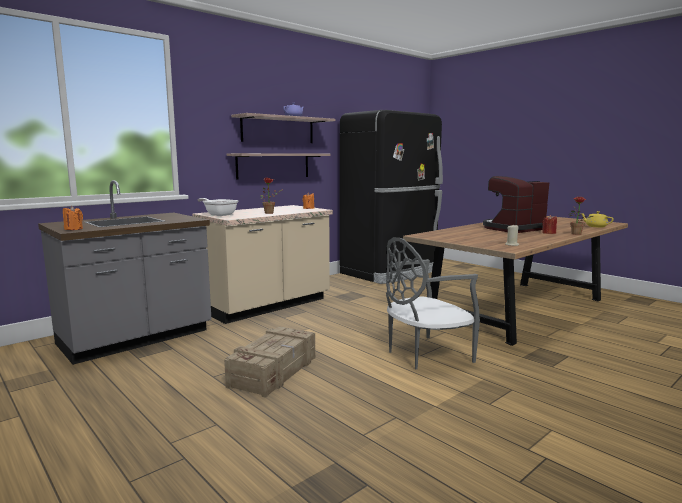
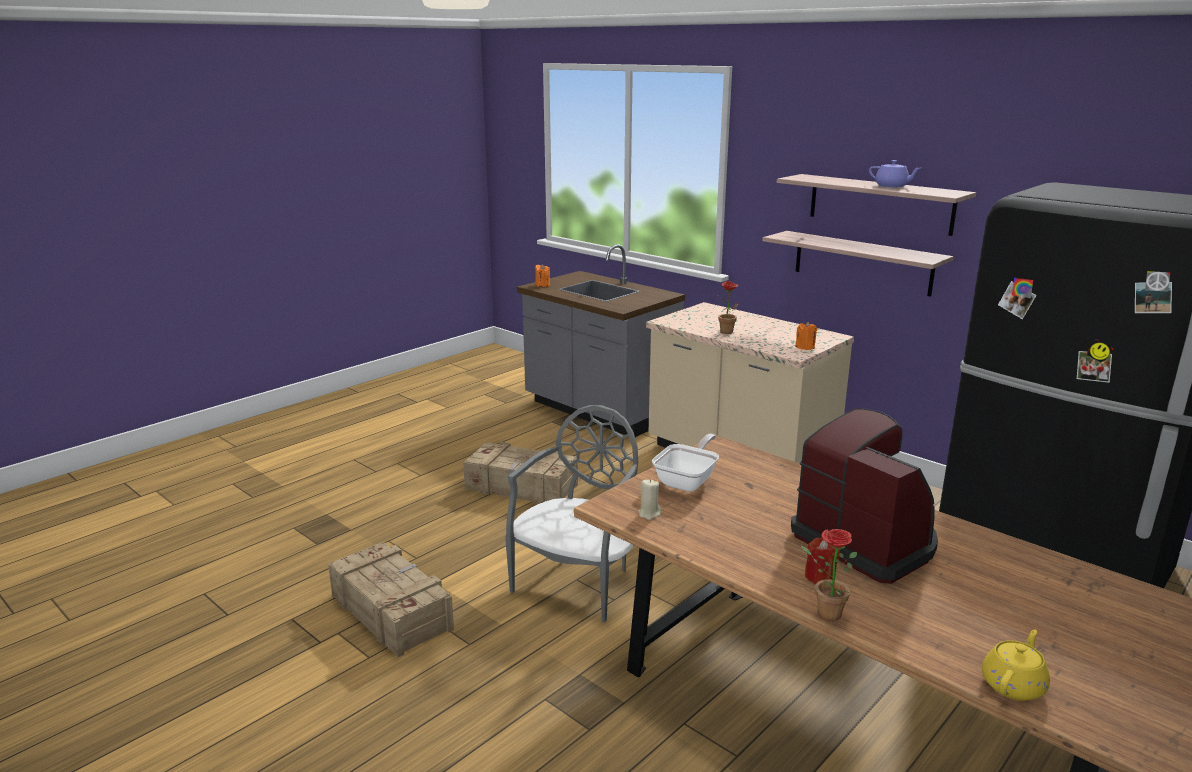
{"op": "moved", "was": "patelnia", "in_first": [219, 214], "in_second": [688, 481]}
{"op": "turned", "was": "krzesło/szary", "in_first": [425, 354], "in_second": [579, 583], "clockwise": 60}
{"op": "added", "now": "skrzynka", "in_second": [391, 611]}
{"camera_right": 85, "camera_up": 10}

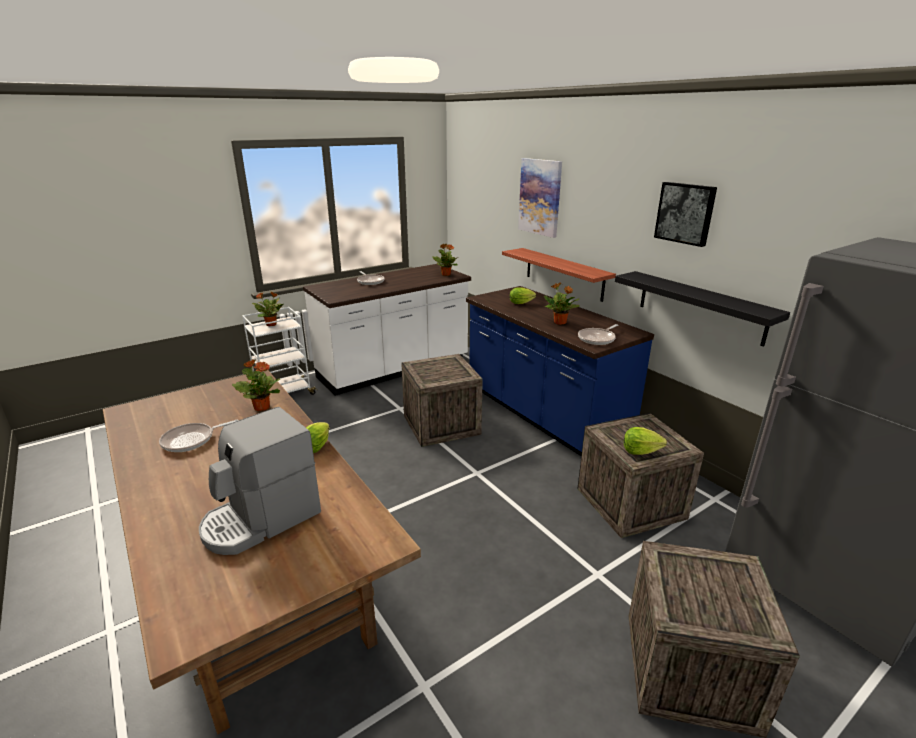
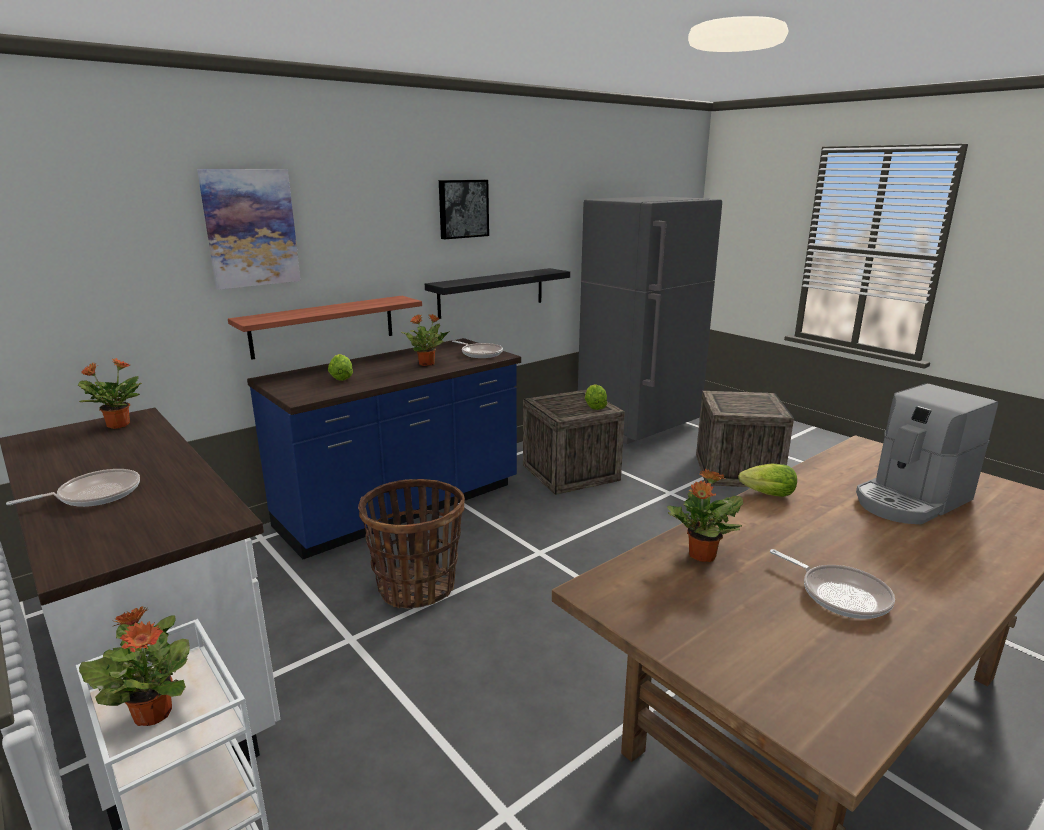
{"op": "turned", "was": "ekspres do kawy", "in_first": [261, 520], "in_second": [911, 500], "clockwise": 105}
{"op": "replaced", "was": "skrzynka", "now": "koszyk", "in_first": [441, 425], "in_second": [417, 587]}
{"camera_right": -95, "camera_up": -5}

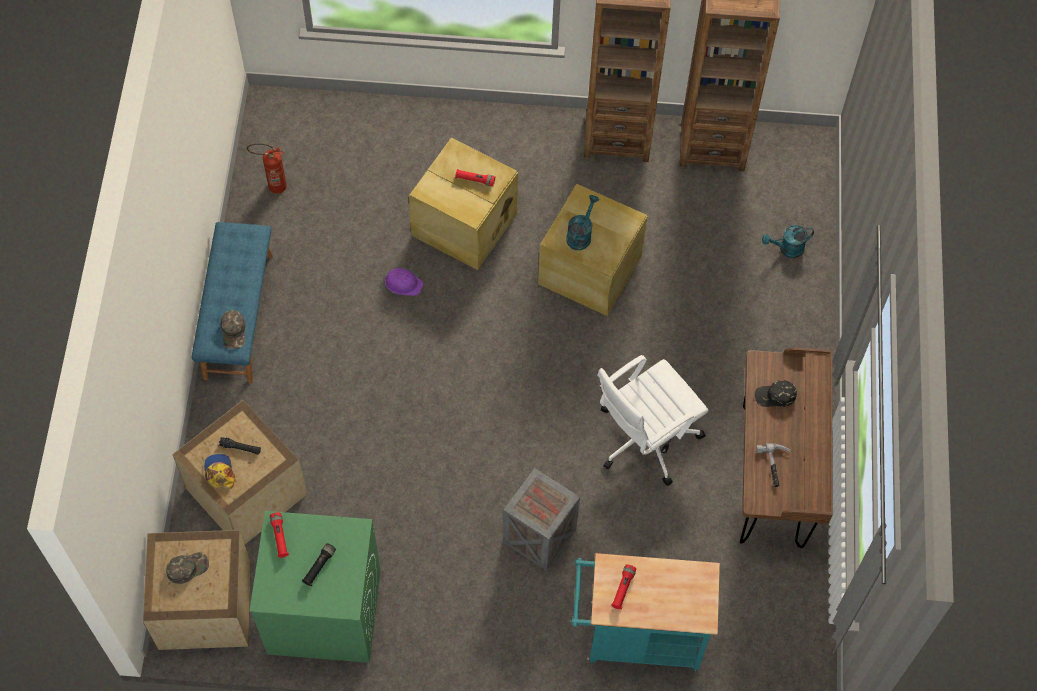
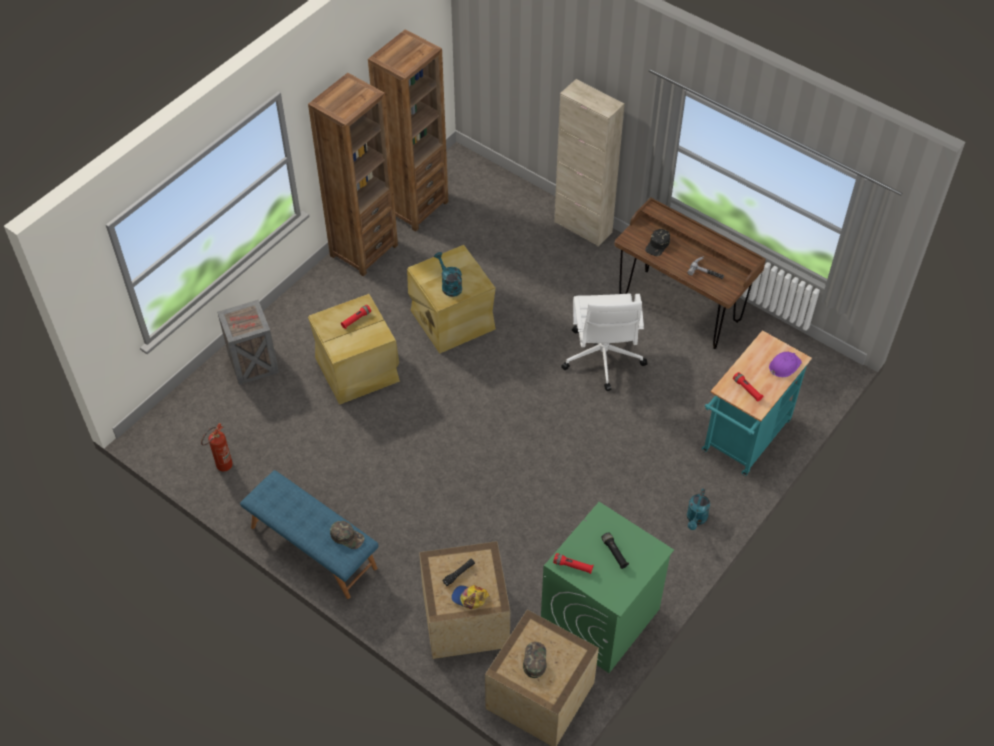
{"op": "moved", "was": "kask/fioletowy", "in_first": [403, 283], "in_second": [784, 365]}
{"op": "moved", "was": "skrzynka", "in_first": [539, 534], "in_second": [252, 363]}
{"op": "moved", "was": "konewka/turkusowy", "in_first": [787, 249], "in_second": [696, 519]}
{"op": "added", "now": "szafka/beżowy", "in_second": [583, 227]}
{"camera_right": -55, "camera_up": -10}

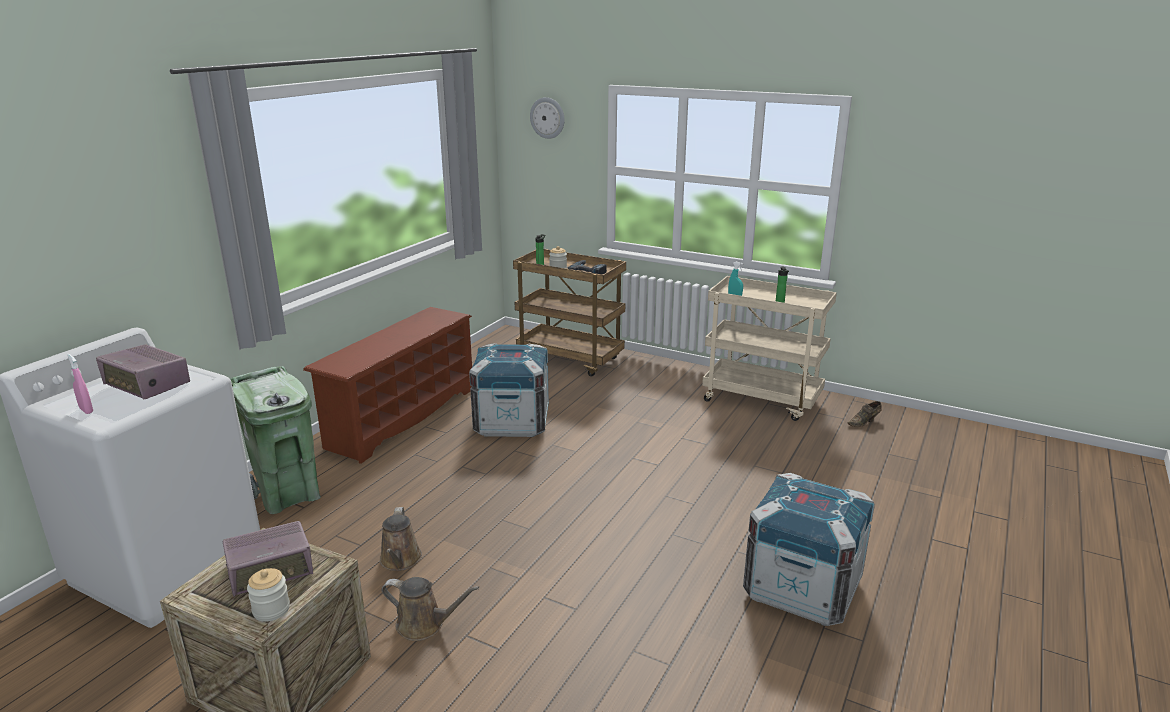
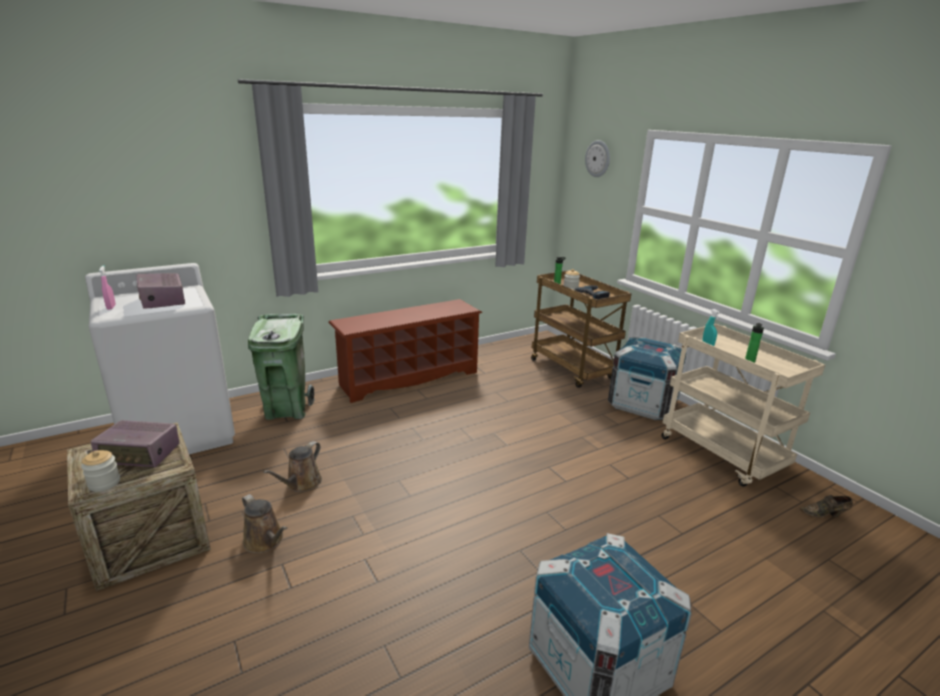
{"op": "moved", "was": "skrzynka", "in_first": [512, 422], "in_second": [642, 404]}
{"camera_right": 30, "camera_up": 0}

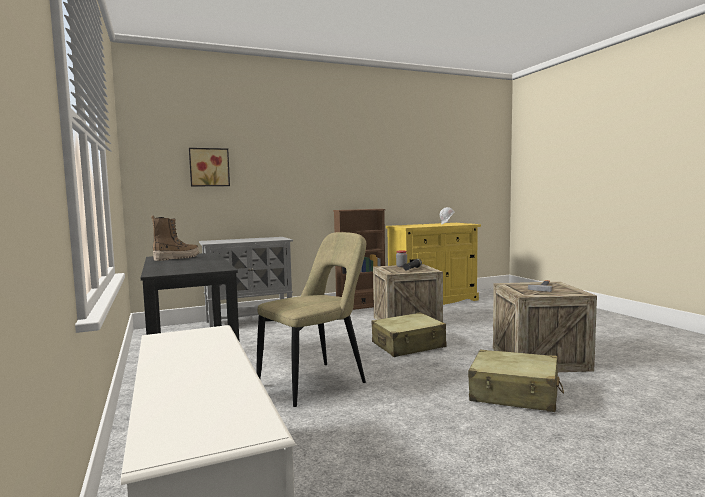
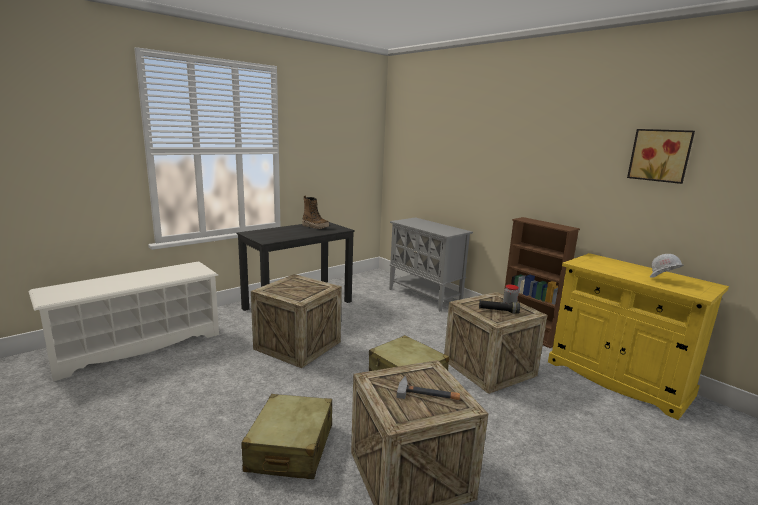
{"op": "moved", "was": "obraz", "in_first": [209, 167], "in_second": [660, 155]}
{"op": "replaced", "was": "krzesło/beżowy", "now": "skrzynka", "in_first": [316, 383], "in_second": [297, 345]}
{"camera_right": 70, "camera_up": 10}

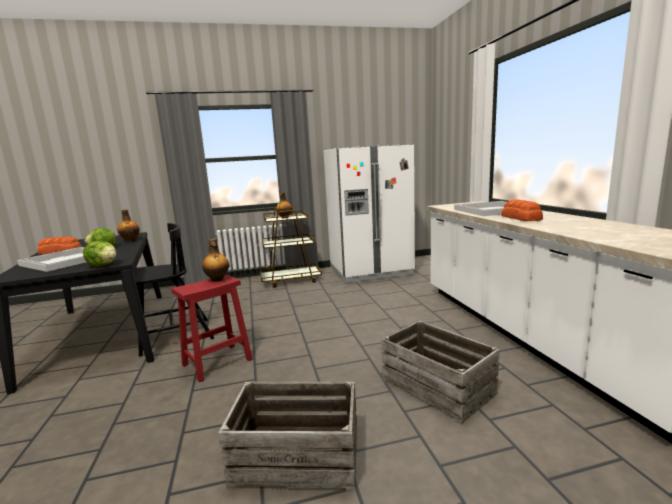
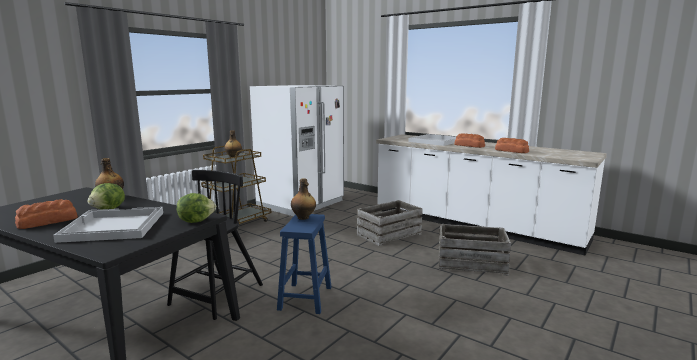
{"op": "recoloured", "was": "stołek/czerwony", "now": "stołek/niebieski", "in_first": [218, 361], "in_second": [305, 297]}
{"op": "moved", "was": "skrzynka", "in_first": [296, 457], "in_second": [389, 234]}
{"op": "added", "now": "chleb", "in_second": [512, 151]}
{"camera_right": -40, "camera_up": 0}

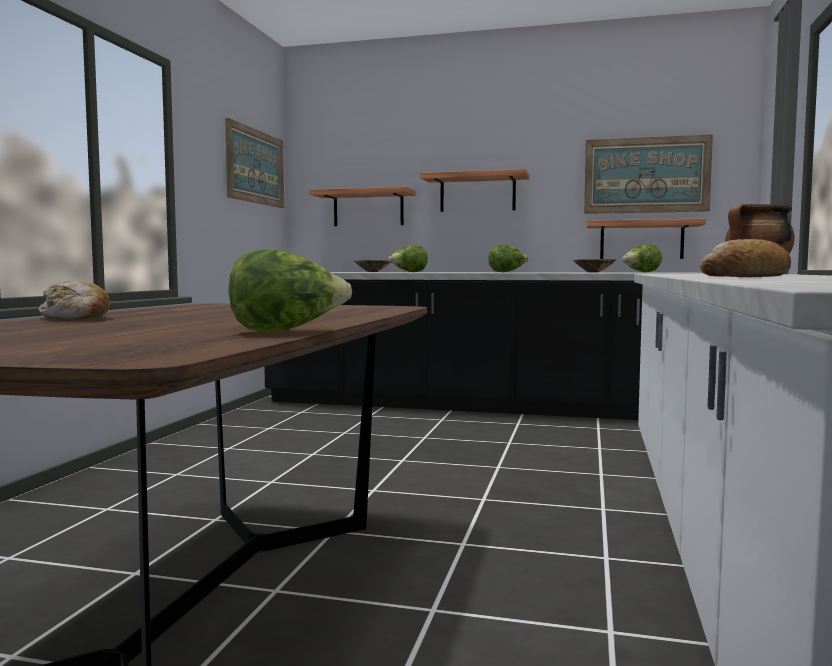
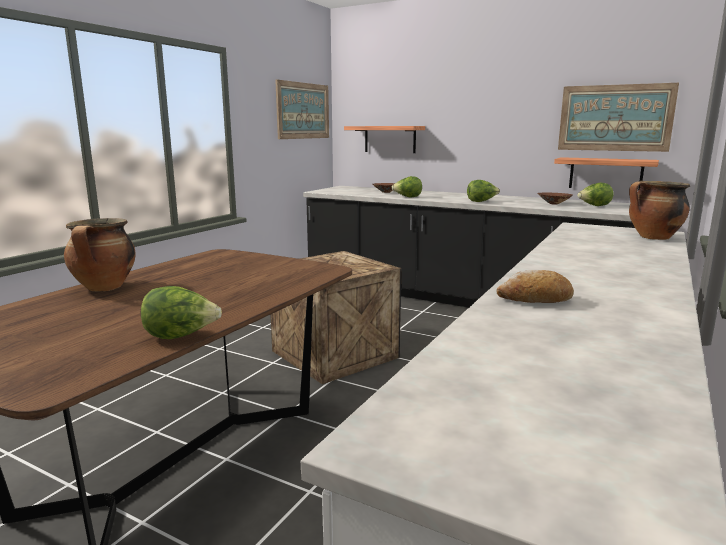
{"op": "replaced", "was": "chleb", "now": "garnek", "in_first": [77, 318], "in_second": [105, 288]}
{"op": "removed", "was": "półka", "in_first": [477, 193]}
{"op": "added", "now": "skrzynka", "in_second": [335, 353]}
{"camera_right": 15, "camera_up": 10}

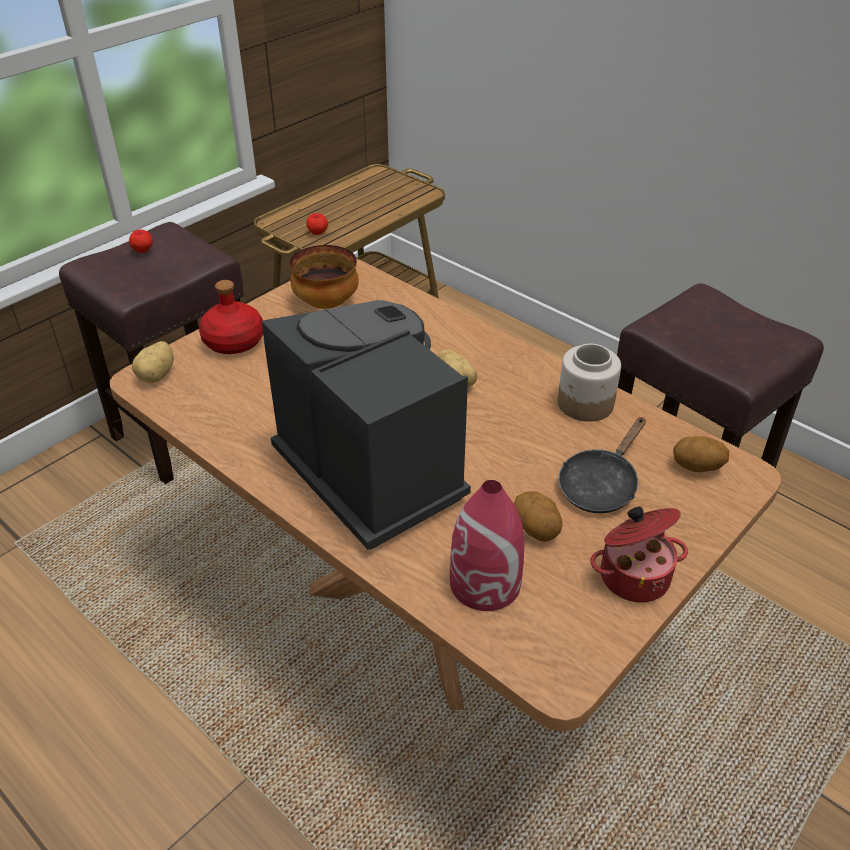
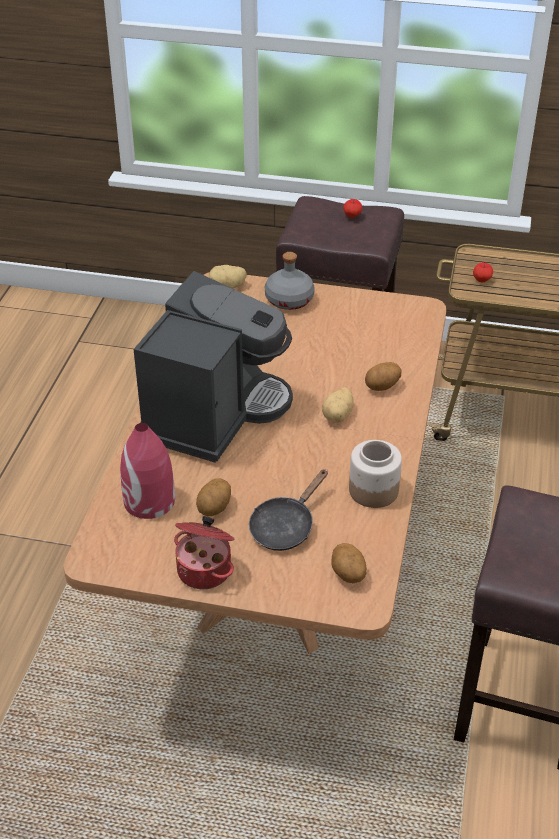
{"op": "recoloured", "was": "butelka/czerwony", "now": "butelka/szary", "in_first": [234, 341], "in_second": [289, 300]}
{"op": "removed", "was": "miska", "in_first": [327, 303]}
{"op": "turned", "was": "patelnia/czarny", "in_first": [600, 485], "in_second": [285, 526], "clockwise": -60}
{"op": "added", "now": "ziemniak", "in_second": [382, 387]}
{"camera_right": 60, "camera_up": 0}

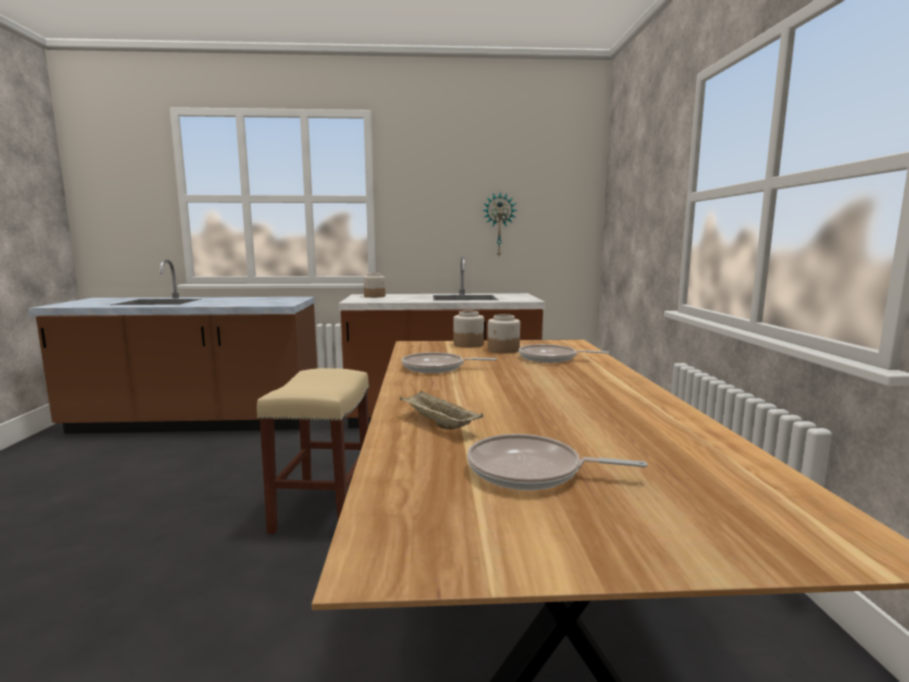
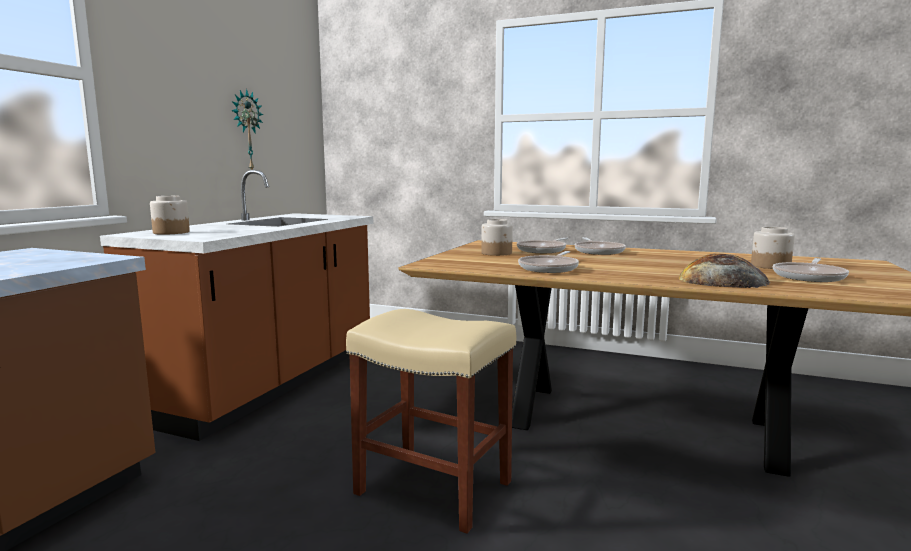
{"op": "replaced", "was": "taca/beżowy", "now": "chleb", "in_first": [437, 424], "in_second": [722, 280]}
{"op": "moved", "was": "słoik", "in_first": [468, 344], "in_second": [770, 266]}
{"op": "added", "now": "patelnia", "in_second": [598, 251]}
{"camera_right": -65, "camera_up": 0}

